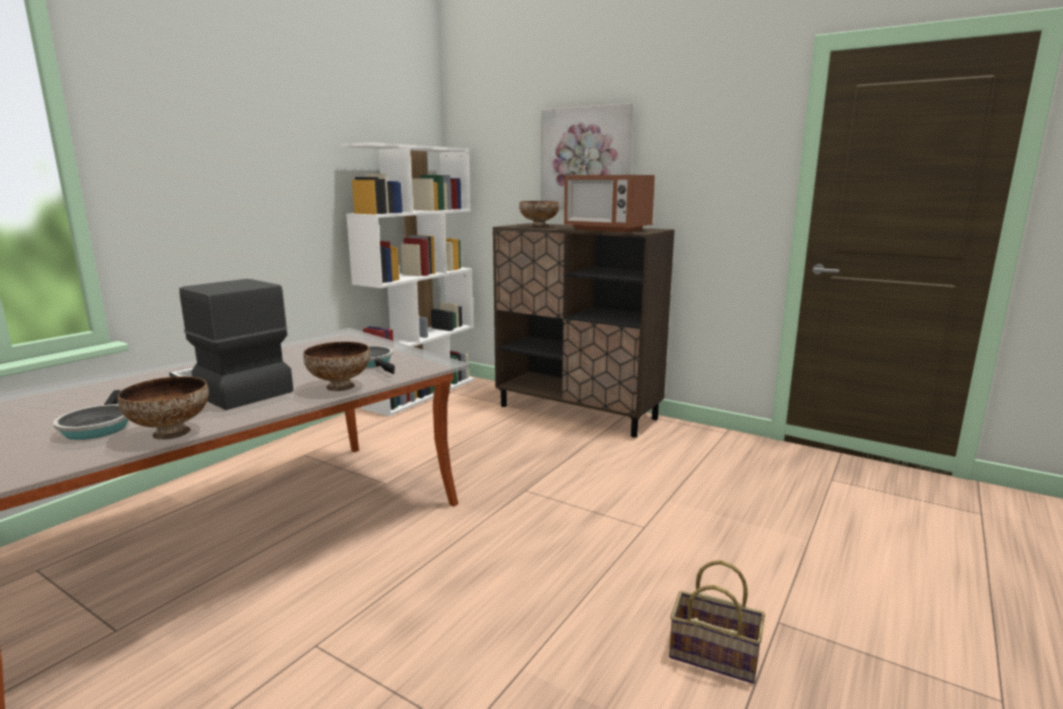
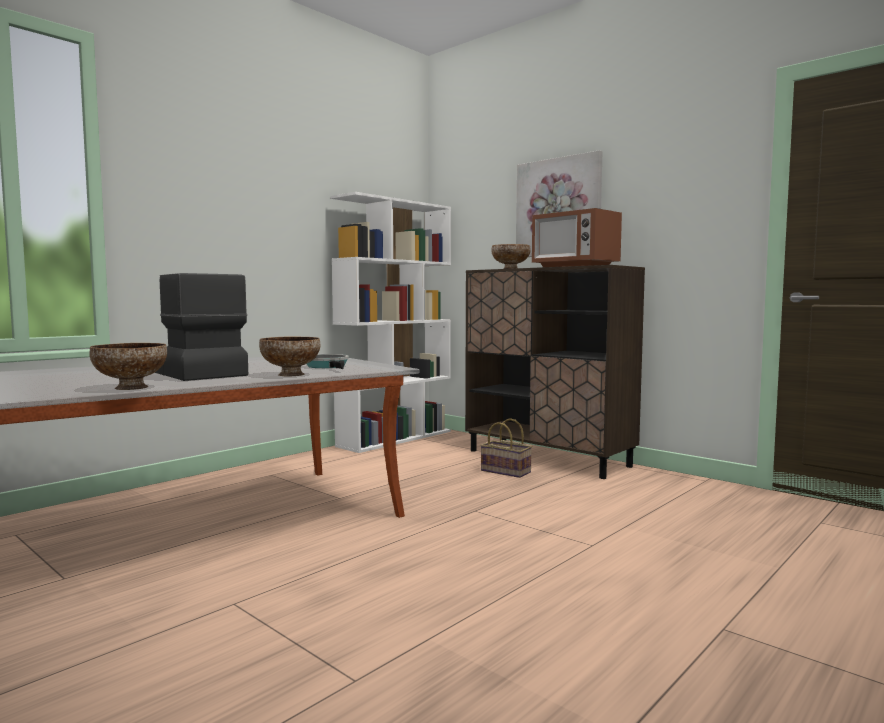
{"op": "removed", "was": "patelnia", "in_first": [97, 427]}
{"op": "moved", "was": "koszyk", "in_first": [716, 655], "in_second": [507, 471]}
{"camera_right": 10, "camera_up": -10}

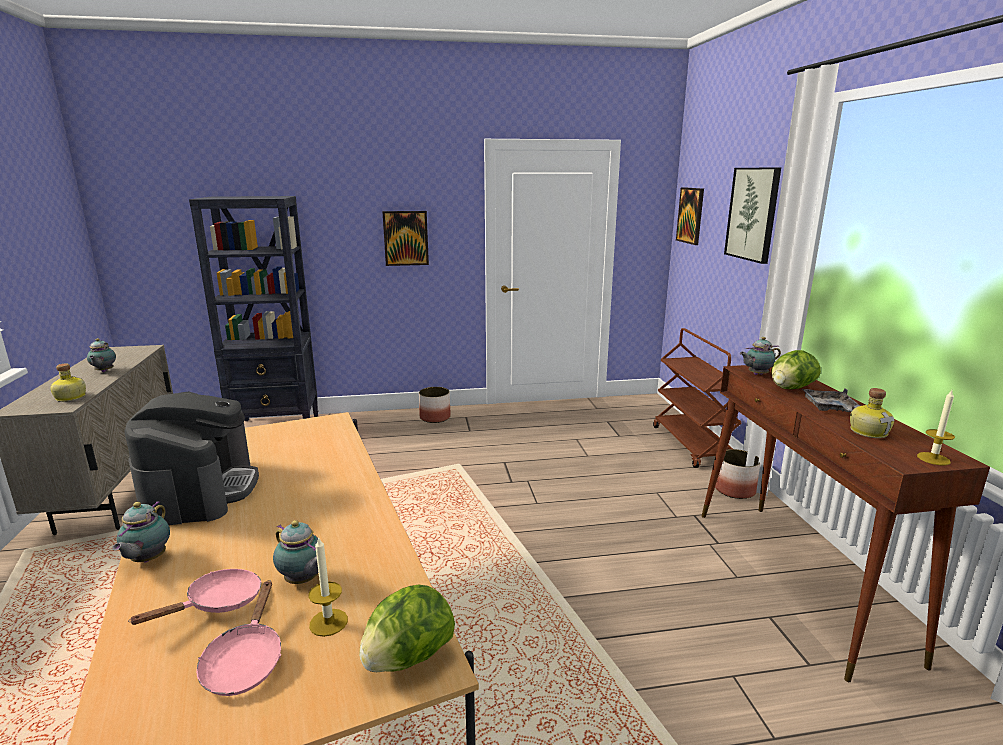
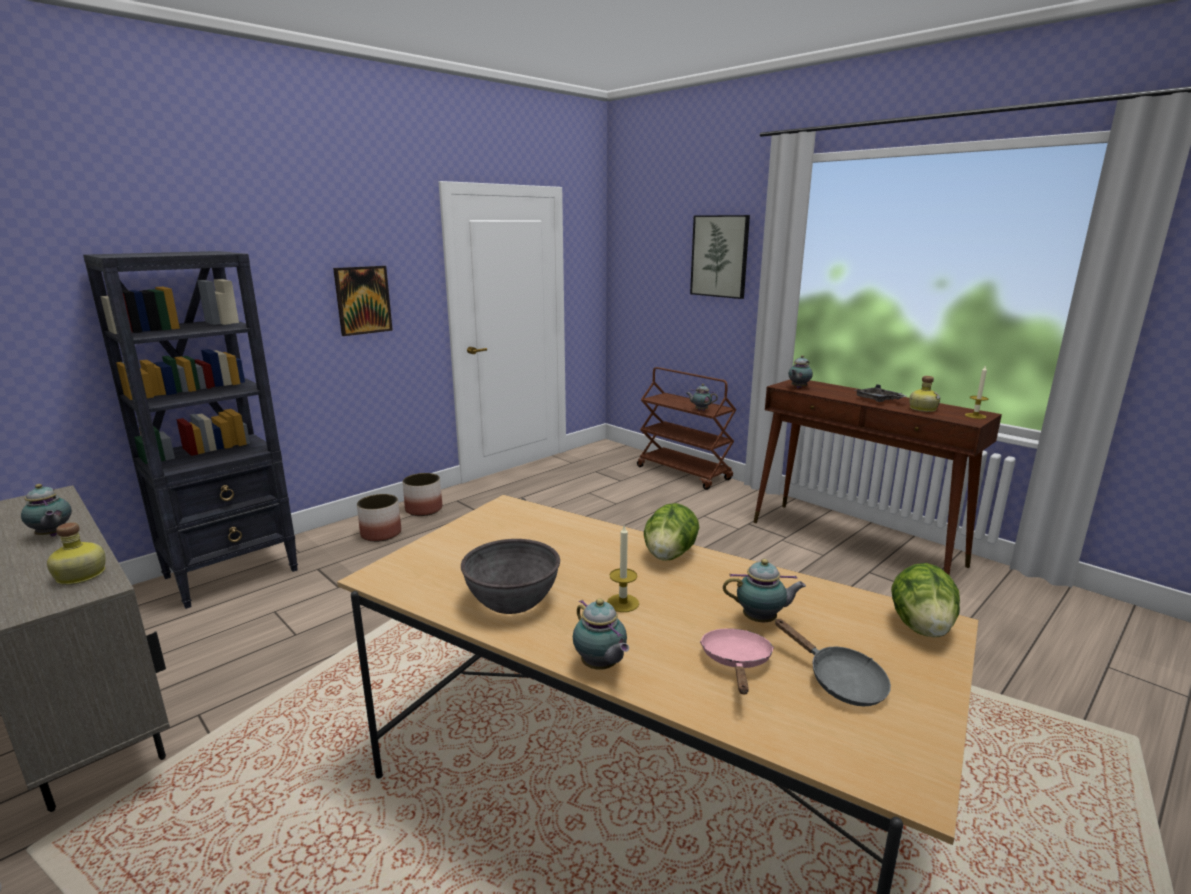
{"op": "replaced", "was": "ekspres do kawy", "now": "miska/szary", "in_first": [201, 490], "in_second": [512, 599]}
{"op": "recoloured", "was": "patelnia/różowy", "now": "patelnia/szary", "in_first": [245, 661], "in_second": [839, 681]}
{"op": "moved", "was": "świeca", "in_first": [328, 622], "in_second": [623, 603]}
{"op": "removed", "was": "obraz", "in_first": [690, 215]}
{"op": "moved", "was": "donica", "in_first": [735, 490], "in_second": [381, 534]}
{"op": "moved", "was": "sałata", "in_first": [791, 388], "in_second": [669, 555]}
{"op": "added", "now": "imbryk", "in_second": [700, 410]}
{"camera_right": -35, "camera_up": 0}

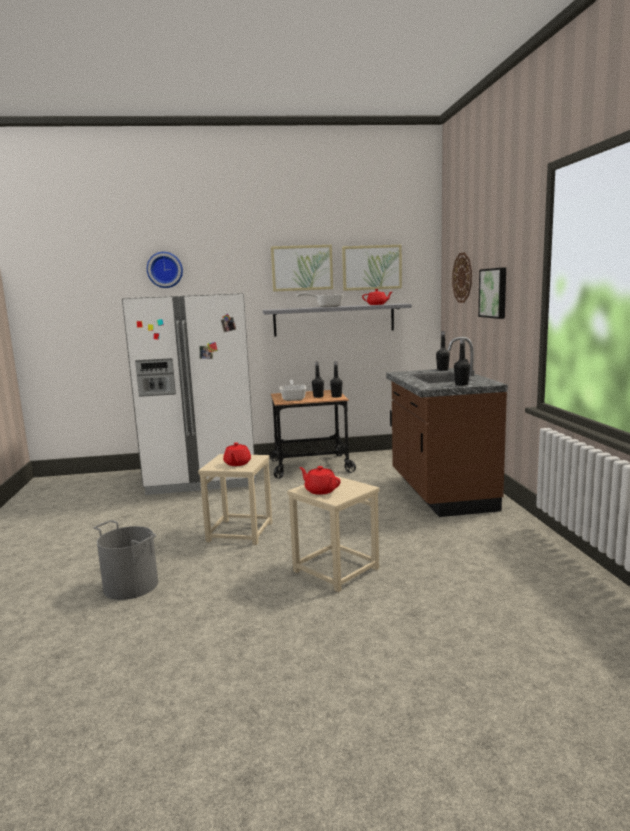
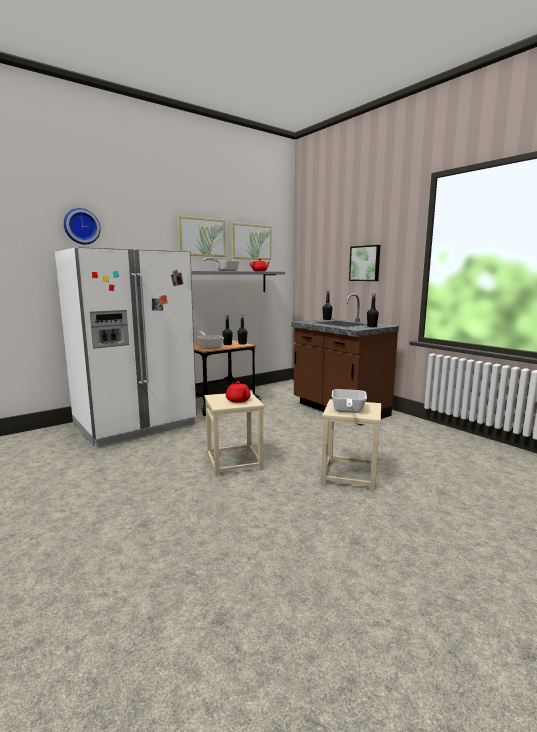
{"op": "removed", "was": "wiadro/szary", "in_first": [131, 585]}
{"op": "replaced", "was": "imbryk/czerwony", "now": "patelnia", "in_first": [320, 490], "in_second": [347, 411]}
{"op": "removed", "was": "zegar ścienny", "in_first": [462, 277]}
{"camera_right": -30, "camera_up": 0}

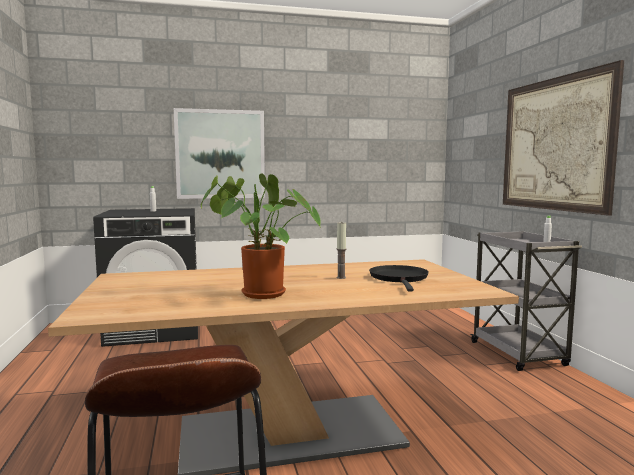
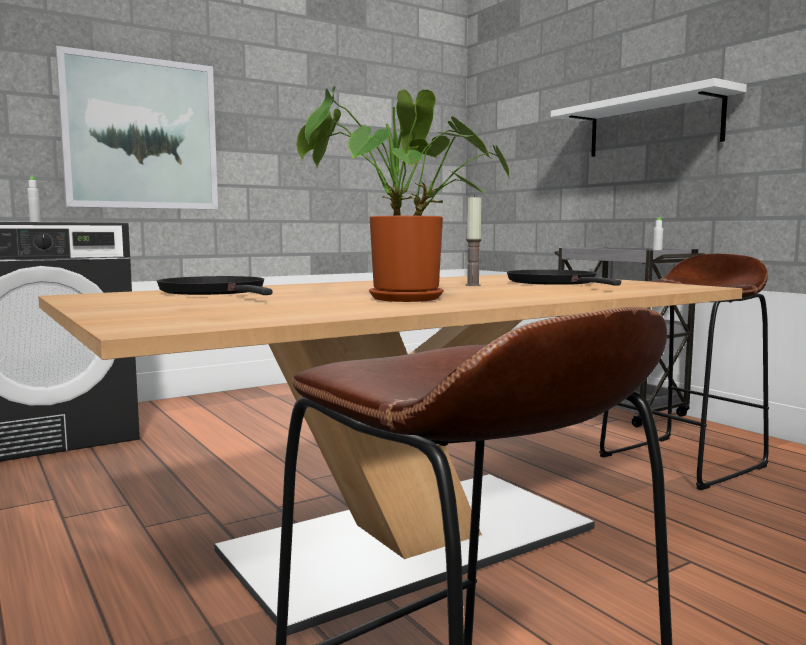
{"op": "replaced", "was": "obraz", "now": "półka/biały", "in_first": [554, 144], "in_second": [653, 125]}
{"op": "added", "now": "patelnia/czarny", "in_second": [216, 293]}
{"op": "added", "now": "stołek/brązowy", "in_second": [682, 461]}
{"camera_right": -20, "camera_up": 0}

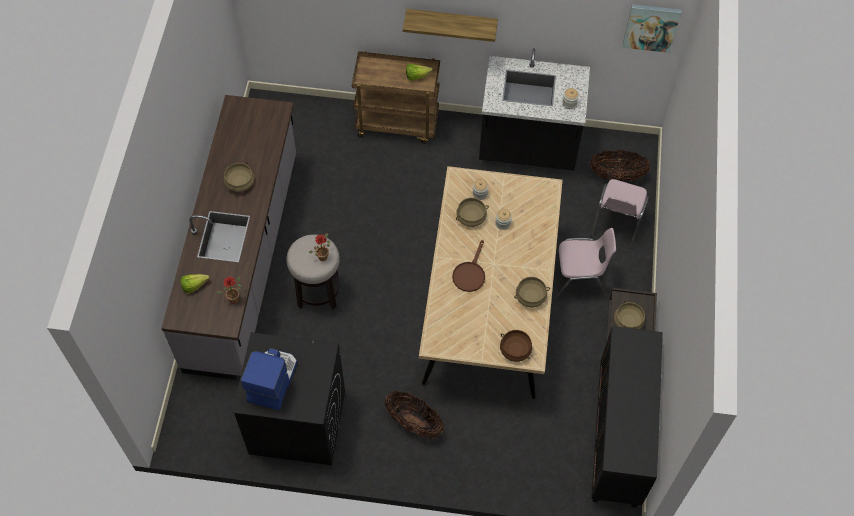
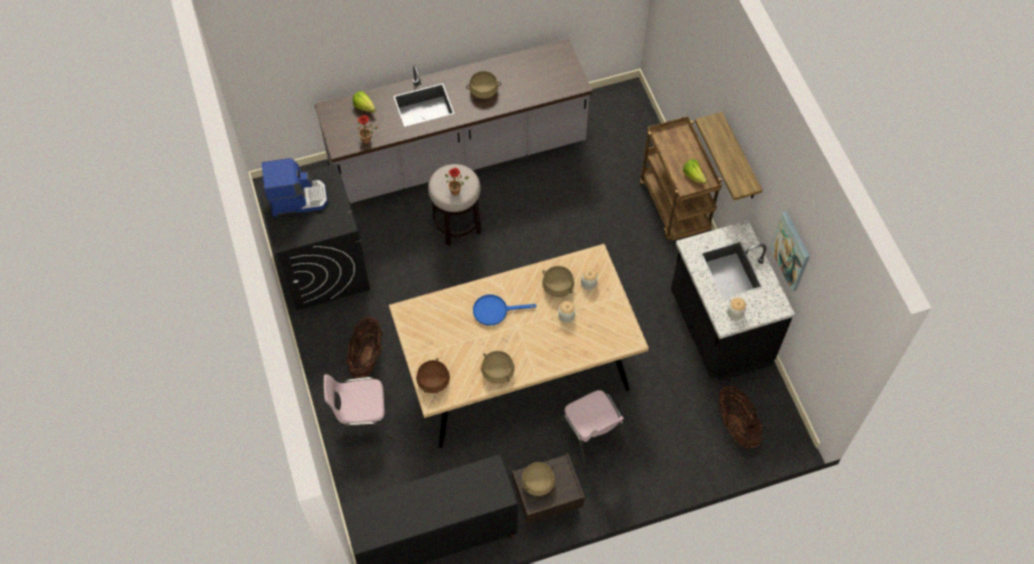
{"op": "recoloured", "was": "patelnia/brązowy", "now": "patelnia/niebieski", "in_first": [470, 273], "in_second": [495, 310]}
{"op": "moved", "was": "krzesło/różowy", "in_first": [616, 223], "in_second": [362, 420]}
{"op": "moved", "was": "obraz", "in_first": [651, 27], "in_second": [791, 251]}
{"camera_right": 65, "camera_up": 0}

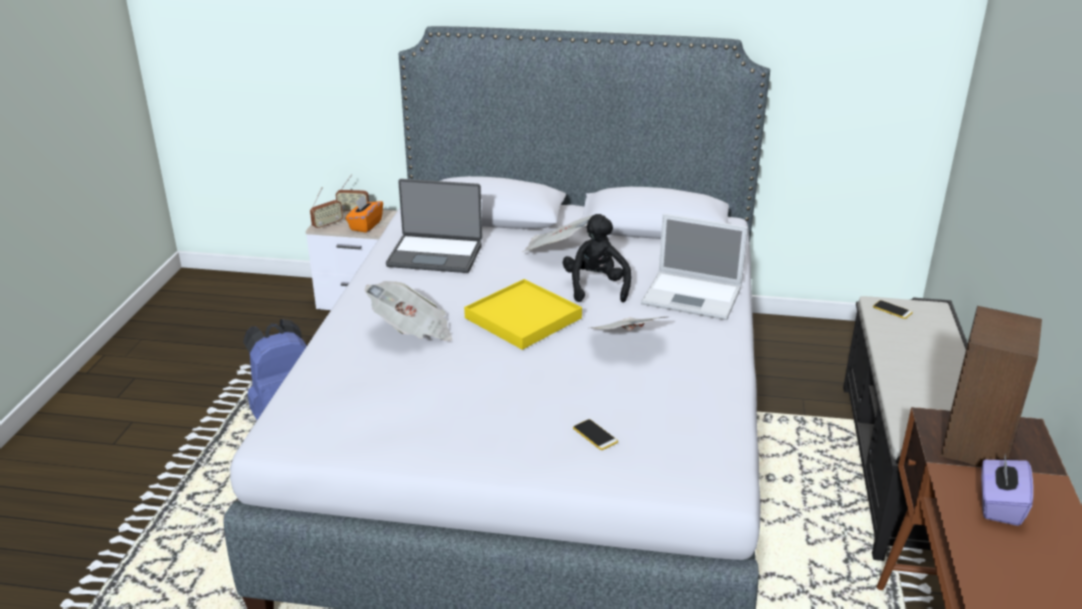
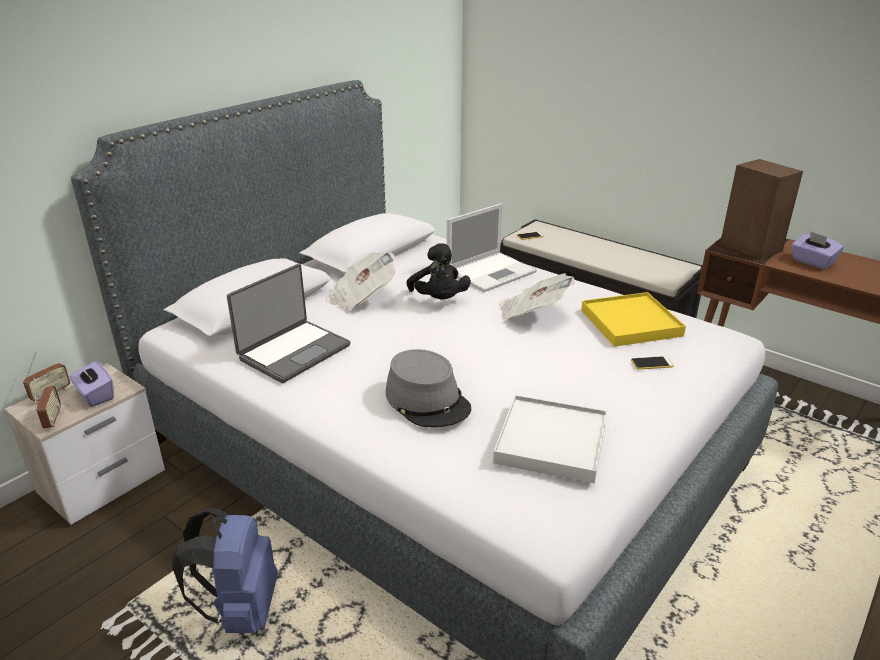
{"op": "recoloured", "was": "pudełko chusteczek/pomarańczowy", "now": "pudełko chusteczek/fioletowy", "in_first": [365, 225], "in_second": [95, 395]}
{"op": "replaced", "was": "gazeta", "now": "kapelusz/szary", "in_first": [412, 331], "in_second": [427, 400]}
{"op": "moved", "was": "taca/żółty", "in_first": [522, 318], "in_second": [630, 323]}
{"op": "turned", "was": "pluszak/czarny", "in_first": [596, 287], "in_second": [439, 300], "clockwise": -135}
{"op": "added", "now": "taca/biały", "in_second": [551, 442]}
{"camera_right": -60, "camera_up": 0}

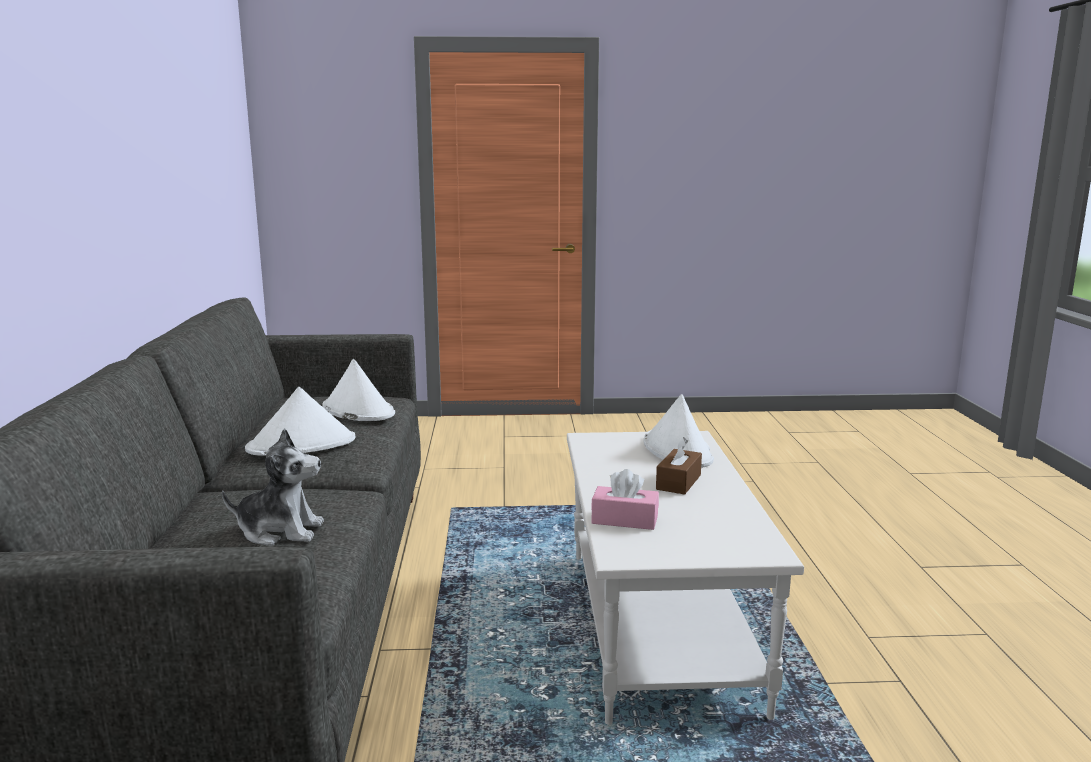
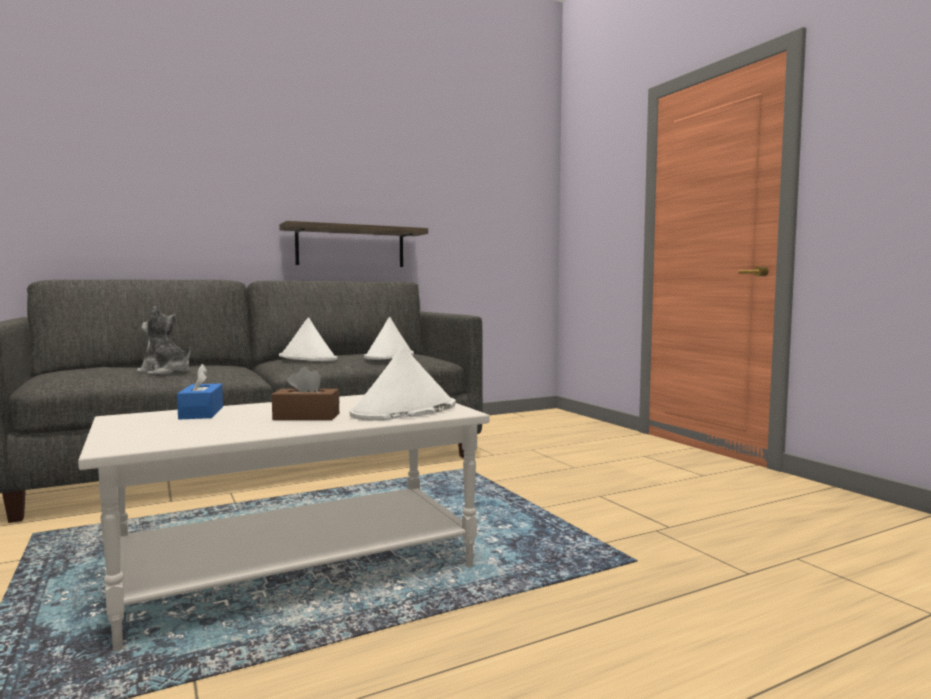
{"op": "turned", "was": "pluszak", "in_first": [280, 531], "in_second": [165, 372], "clockwise": 135}
{"op": "recoloured", "was": "pudełko chusteczek/różowy", "now": "pudełko chusteczek/niebieski", "in_first": [624, 520], "in_second": [201, 413]}
{"op": "added", "now": "półka", "in_second": [351, 246]}
{"camera_right": 65, "camera_up": -10}

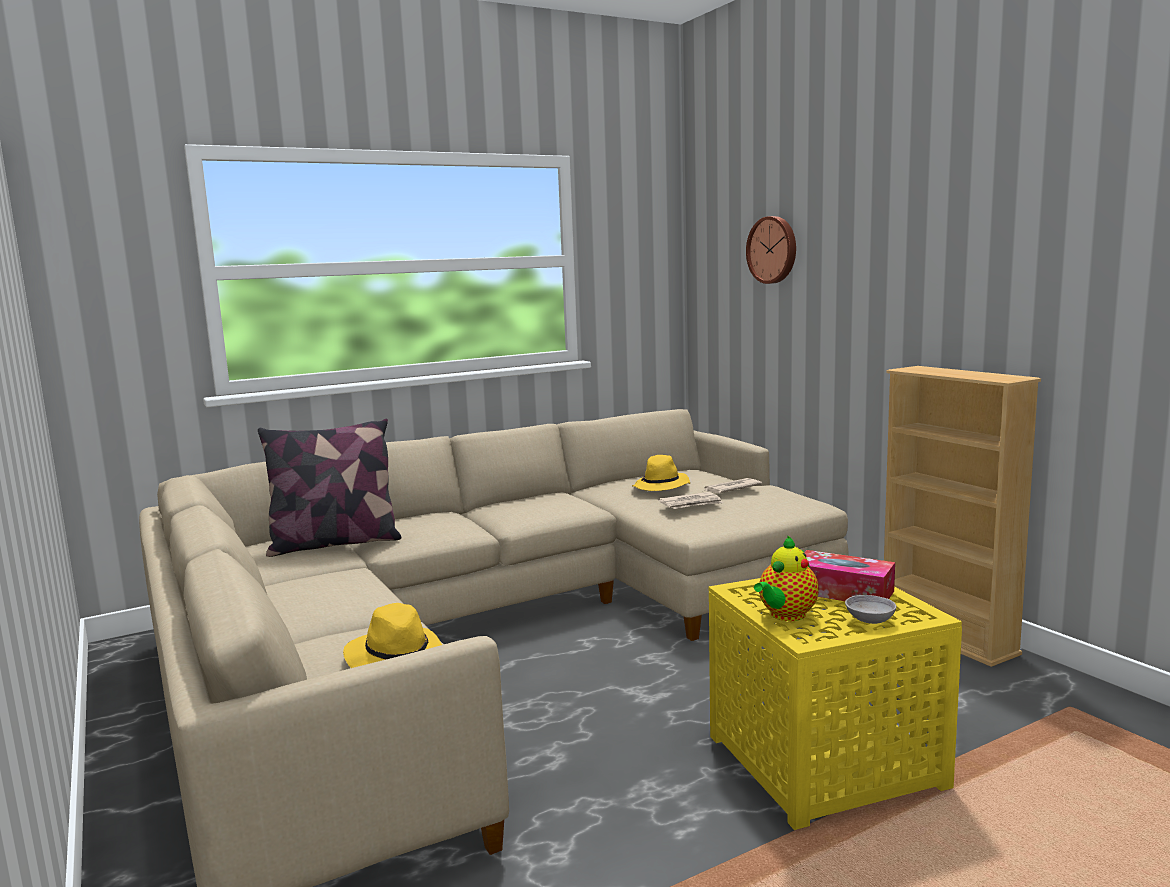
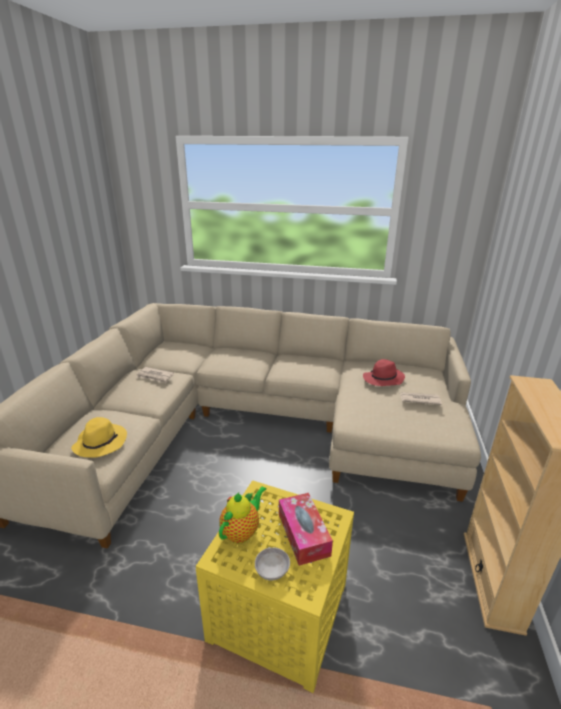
{"op": "removed", "was": "poduszka", "in_first": [334, 543]}
{"op": "recoloured", "was": "kapelusz/żółty", "now": "kapelusz/czerwony", "in_first": [661, 487], "in_second": [383, 379]}
{"op": "moved", "was": "gazeta", "in_first": [691, 504], "in_second": [155, 376]}
{"op": "removed", "was": "zegar ścienny", "in_first": [773, 250]}
{"op": "turned", "was": "imbryk", "in_first": [785, 615], "in_second": [242, 531], "clockwise": 135}
{"camera_right": 40, "camera_up": 15}

